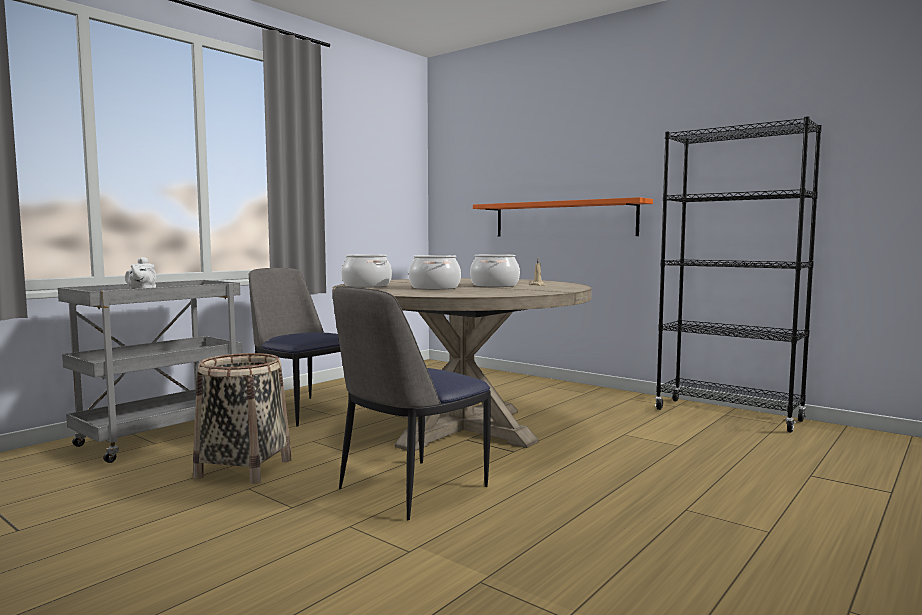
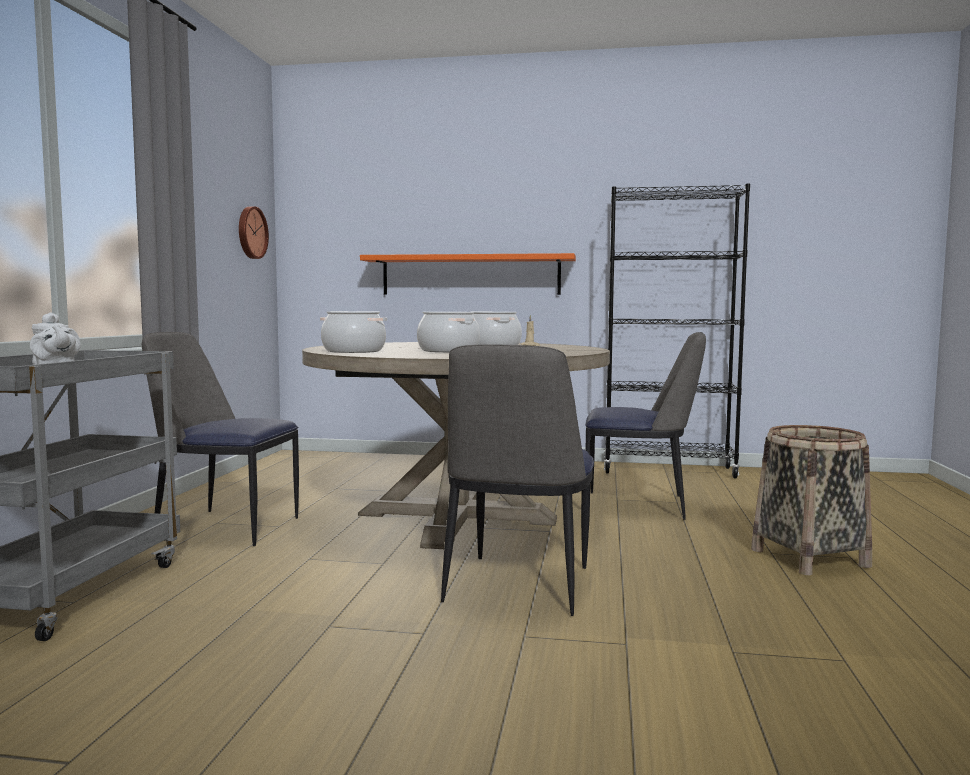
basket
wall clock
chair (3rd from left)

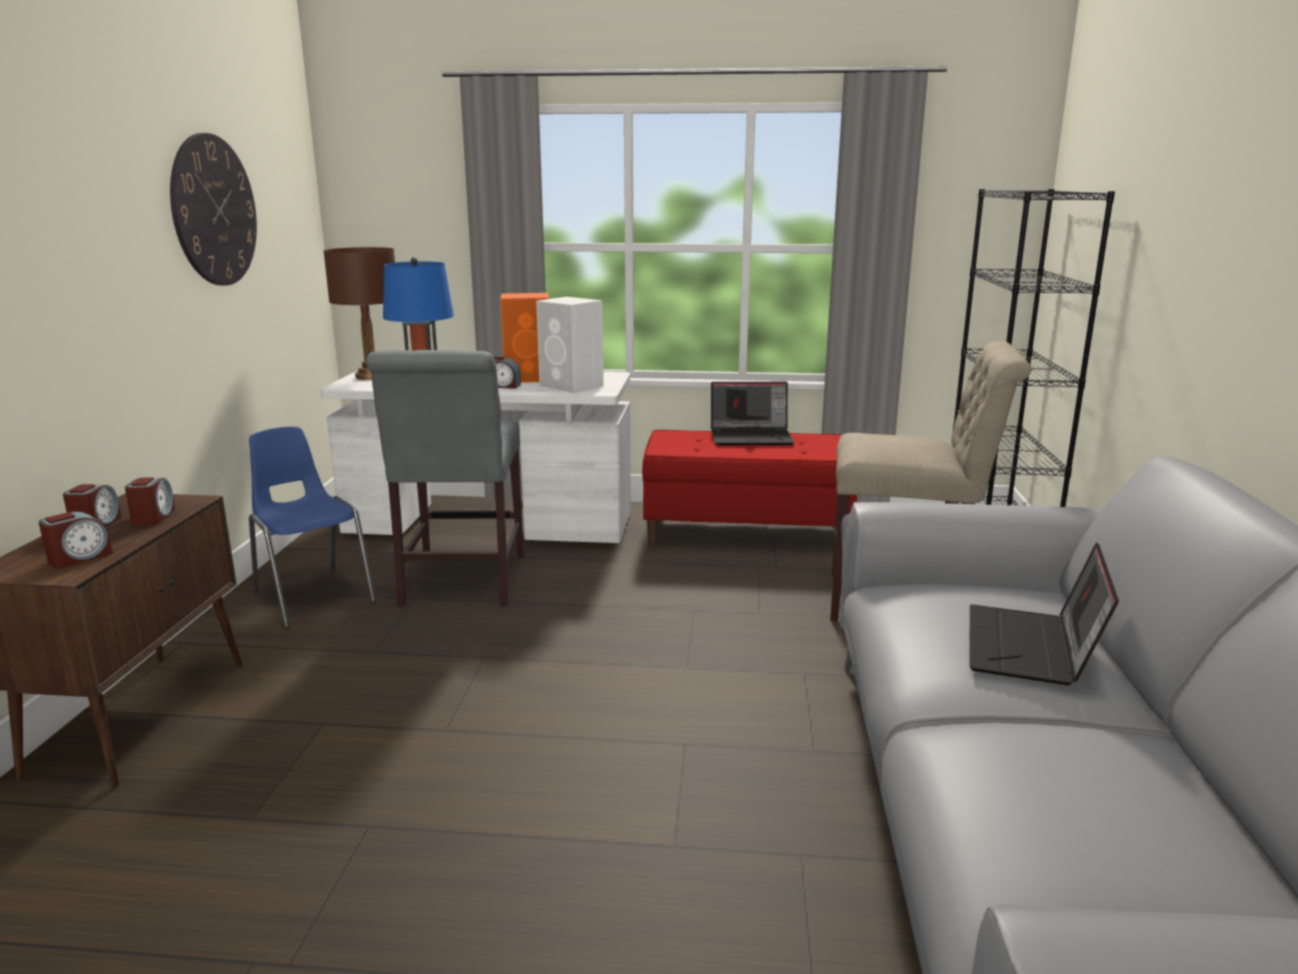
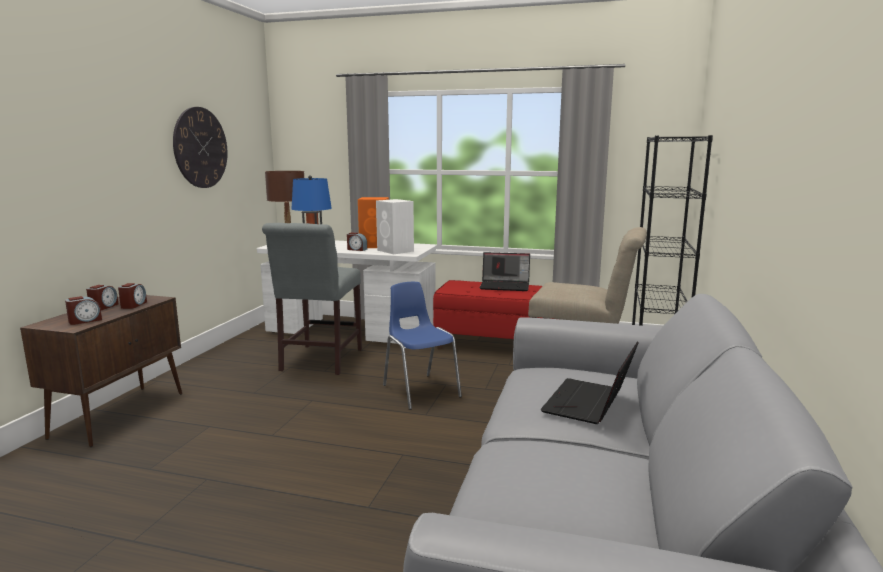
blue chair

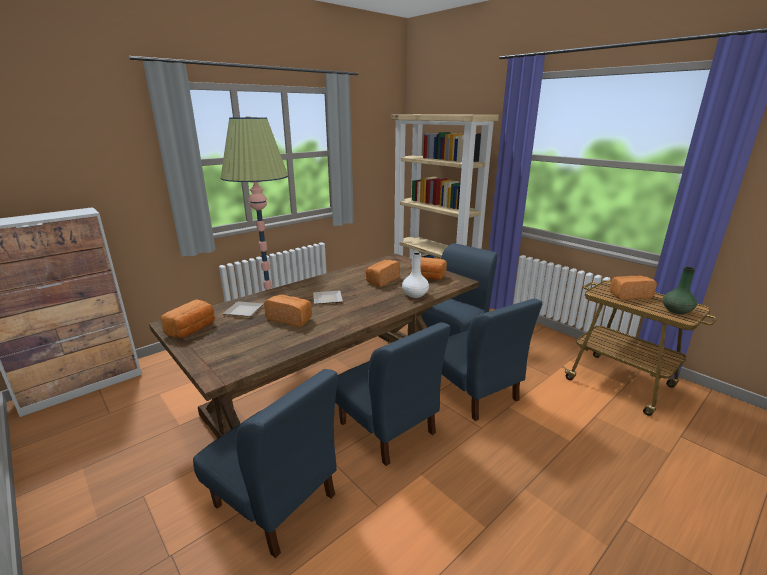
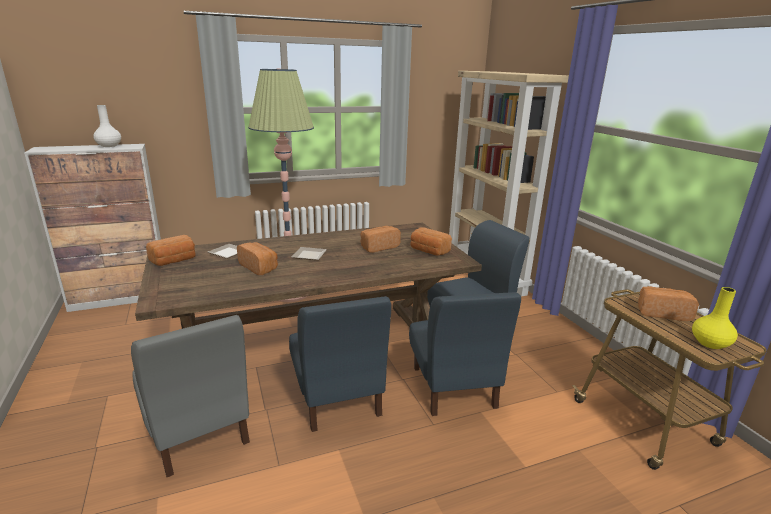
grey chair
white vase
yellow vase

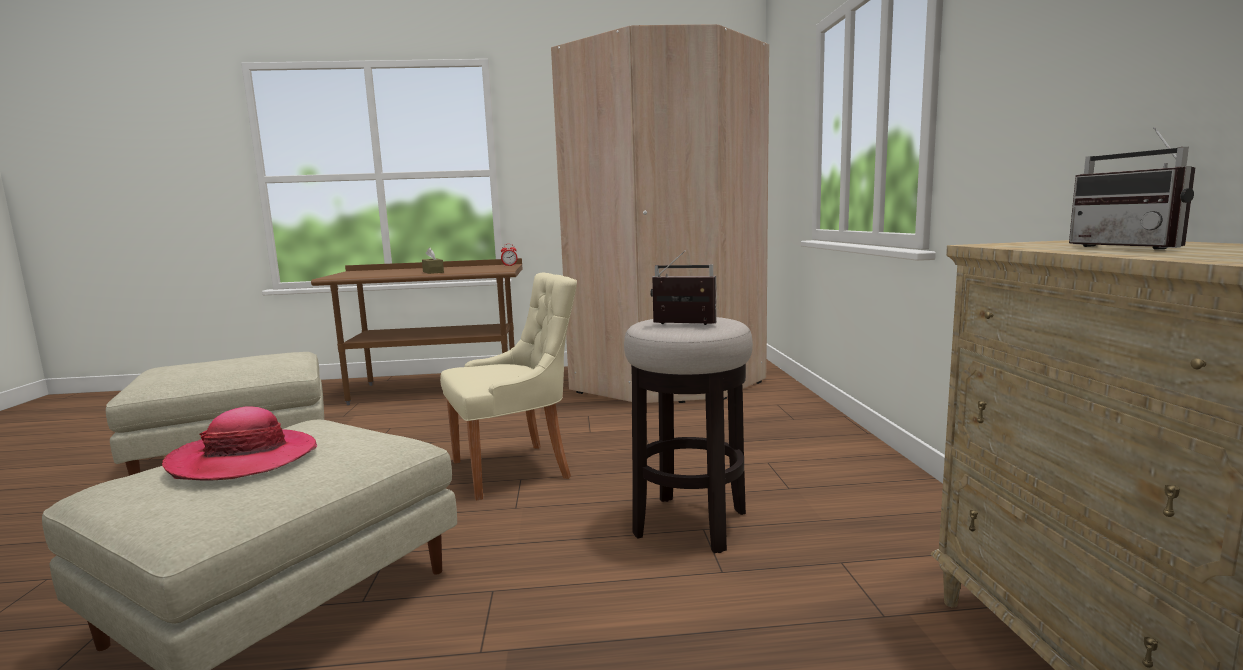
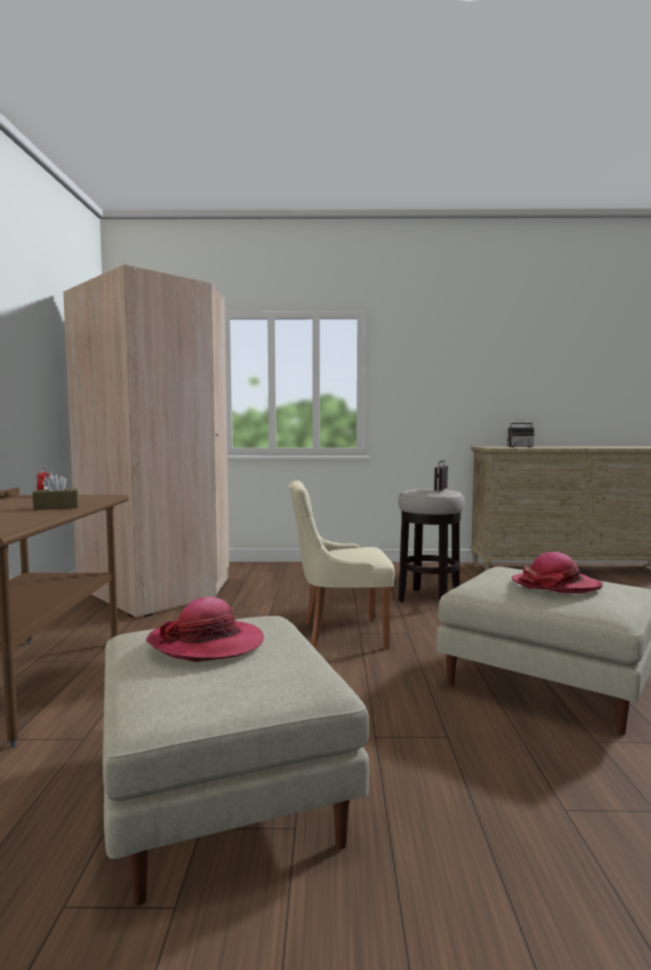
beige chair
hat (1st from left)

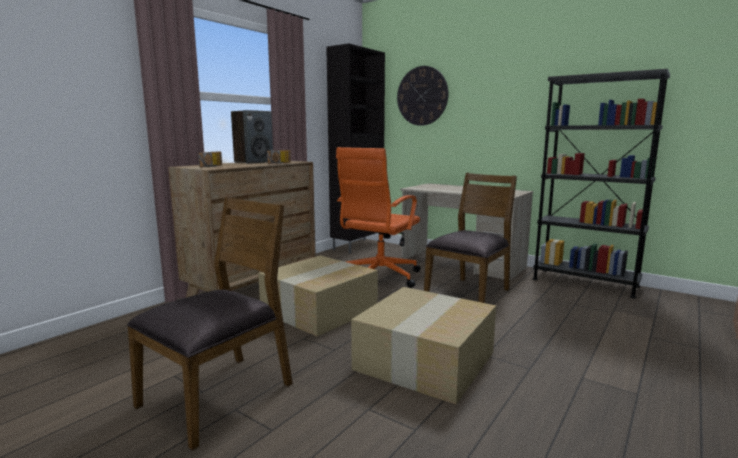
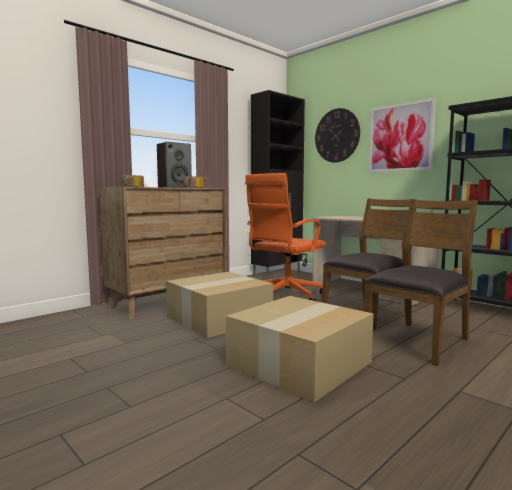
brown chair (2nd from left)
picture

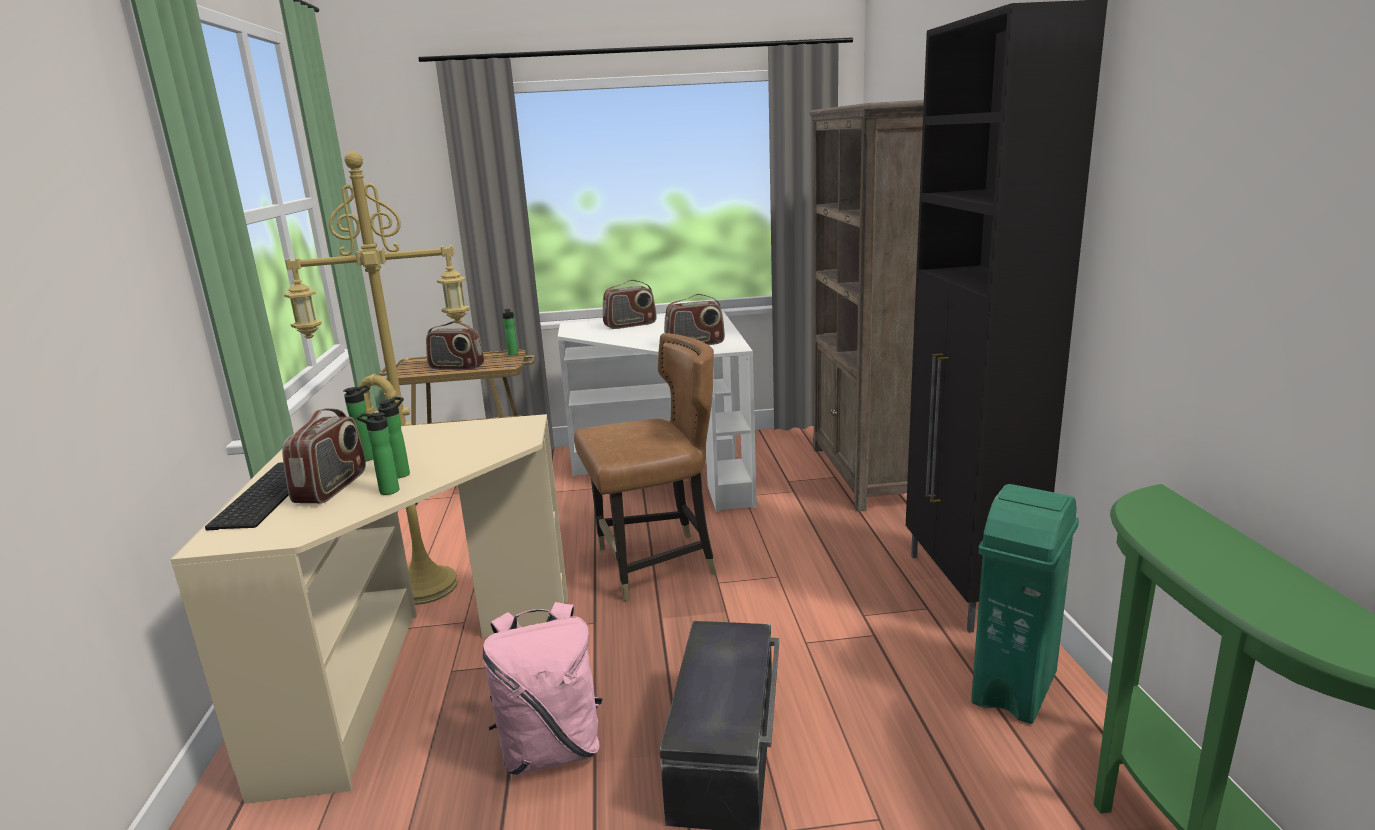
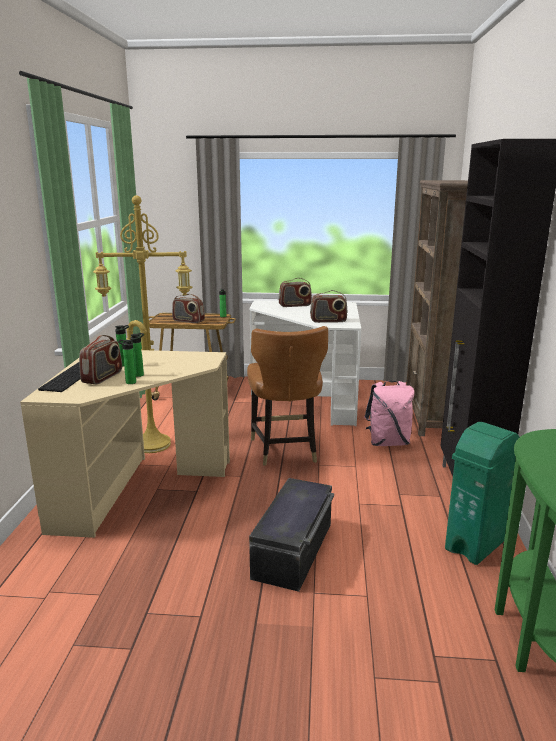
pink backpack
brown chair

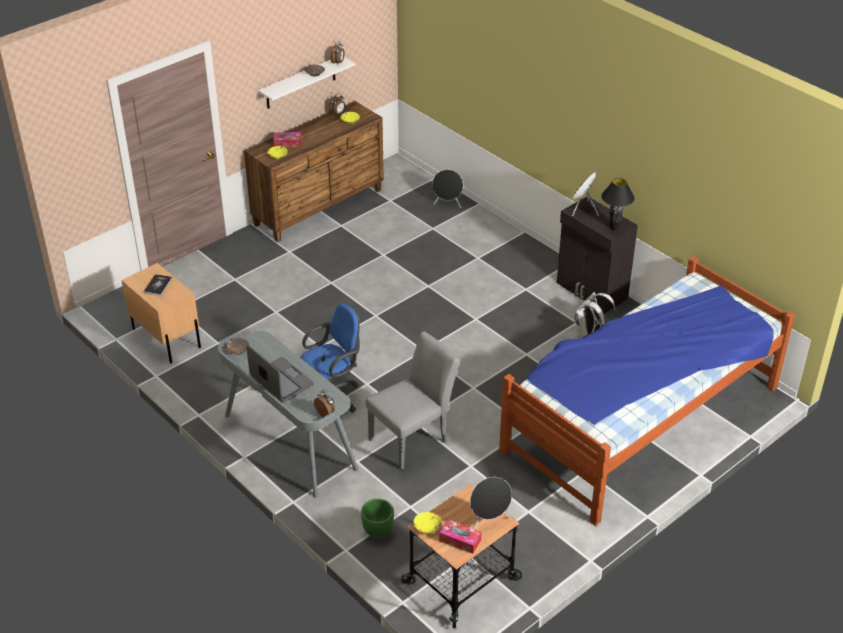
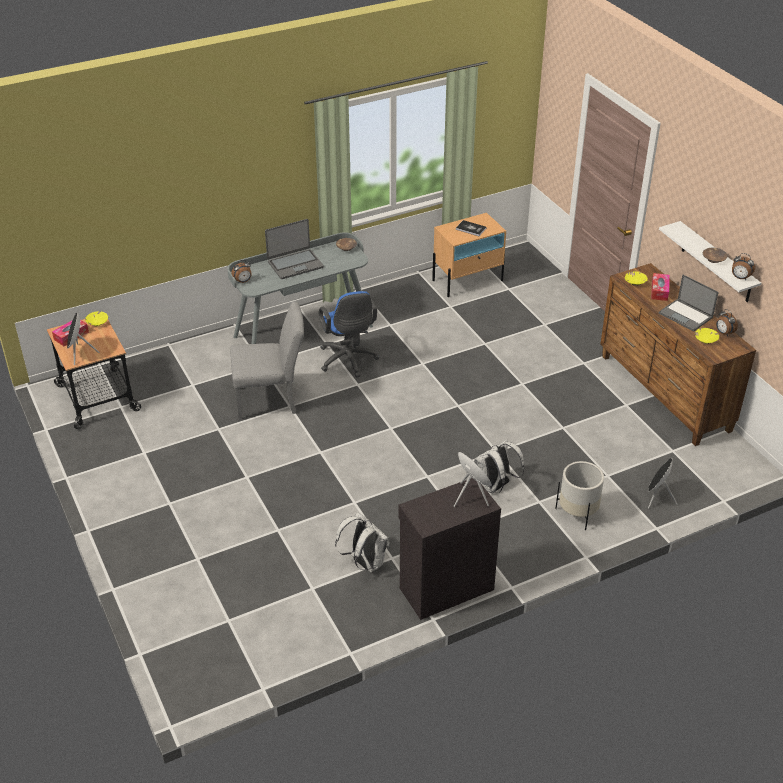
green planter
grey chair
bed
black table lamp
white backpack (2nd from left)
white planter
laptop (2nd from left)

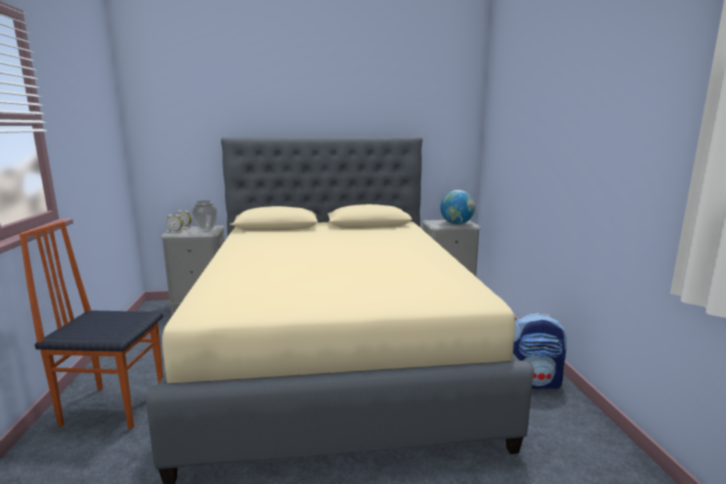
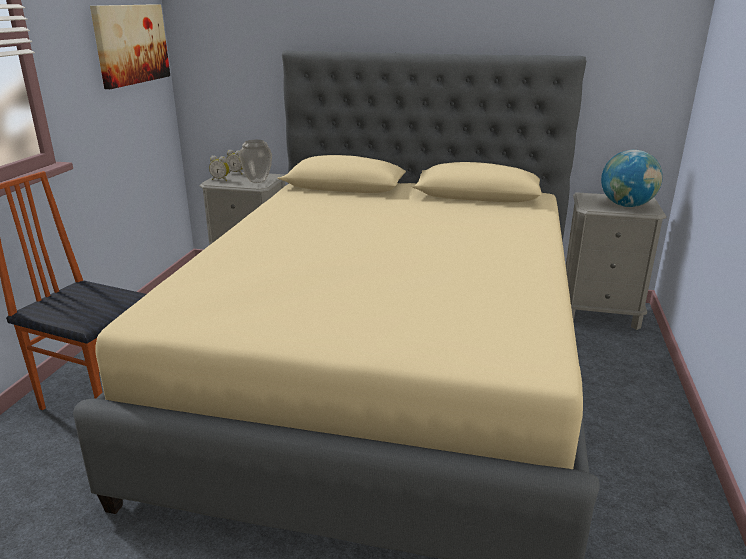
backpack
picture

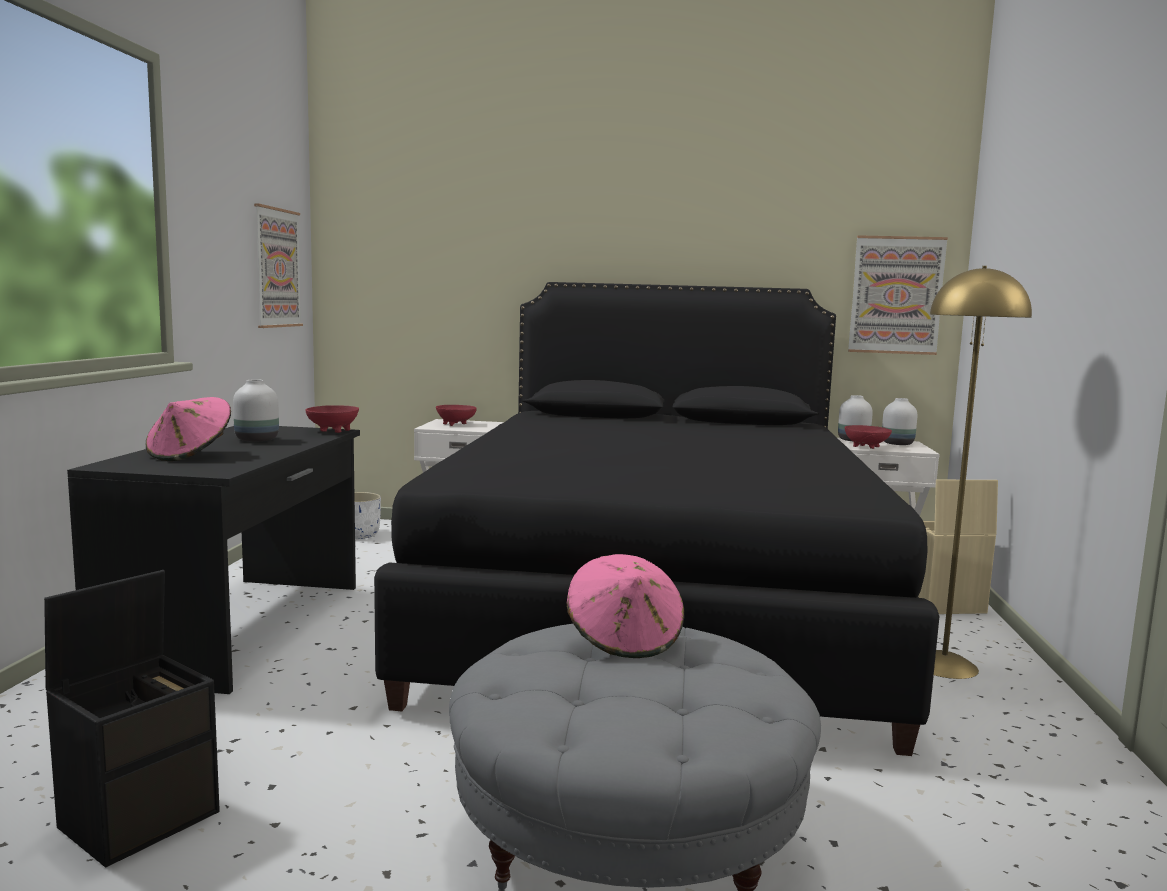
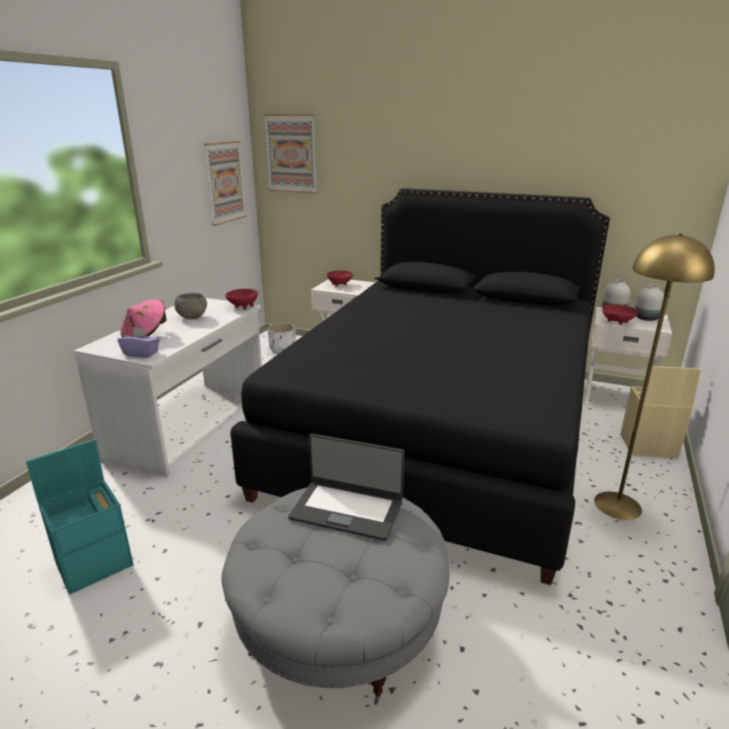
turquoise storage box
white desk
grey bowl
laptop
picture (2nd from left)
purple tissue box

